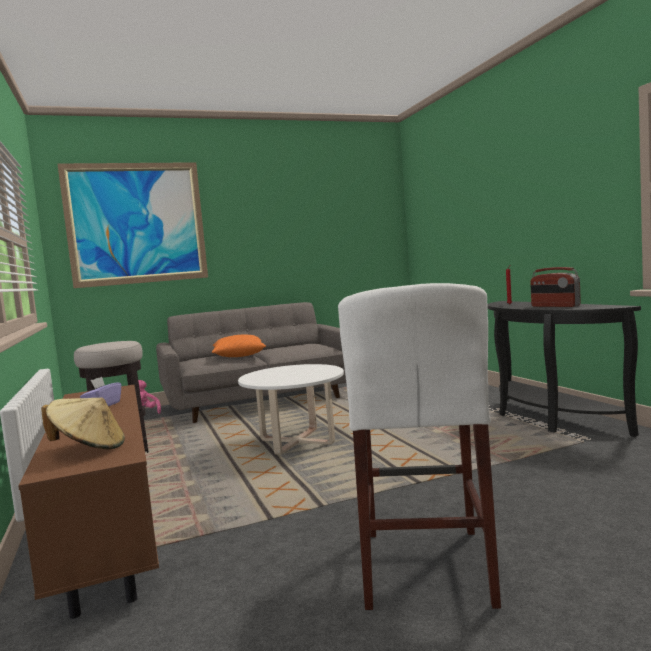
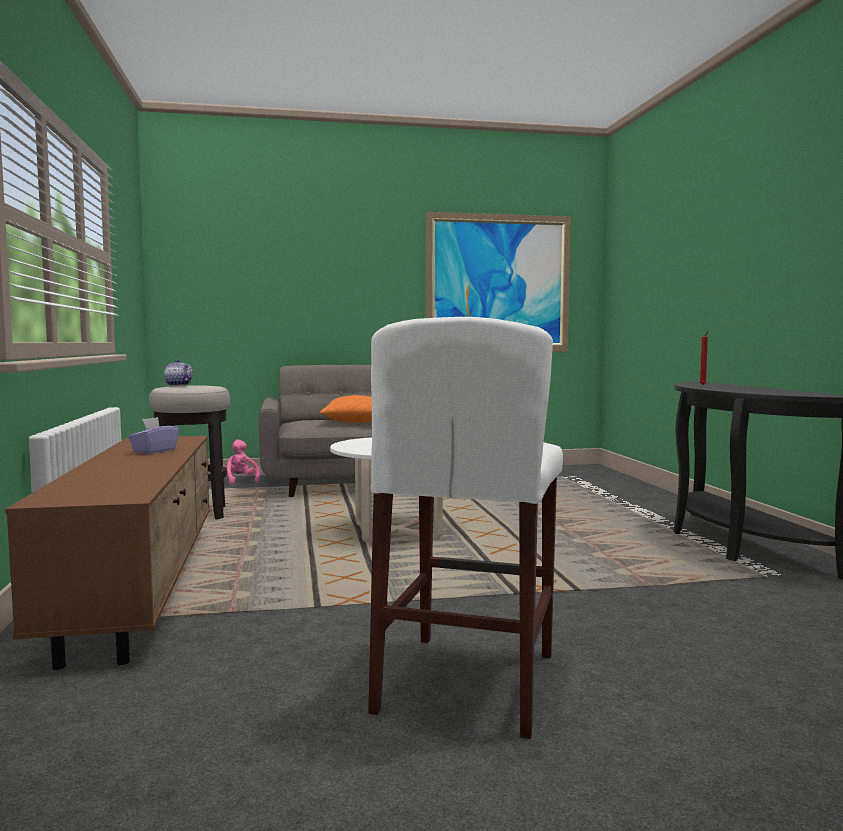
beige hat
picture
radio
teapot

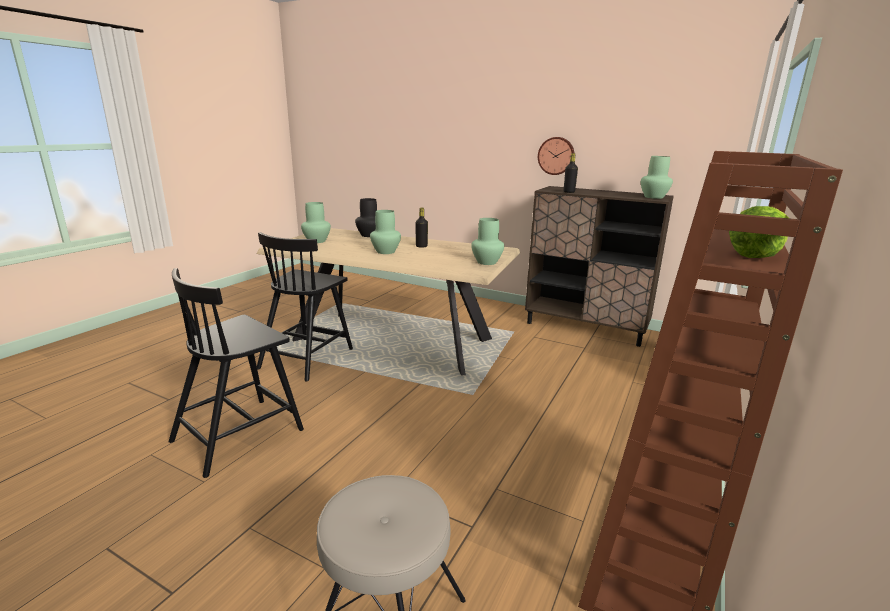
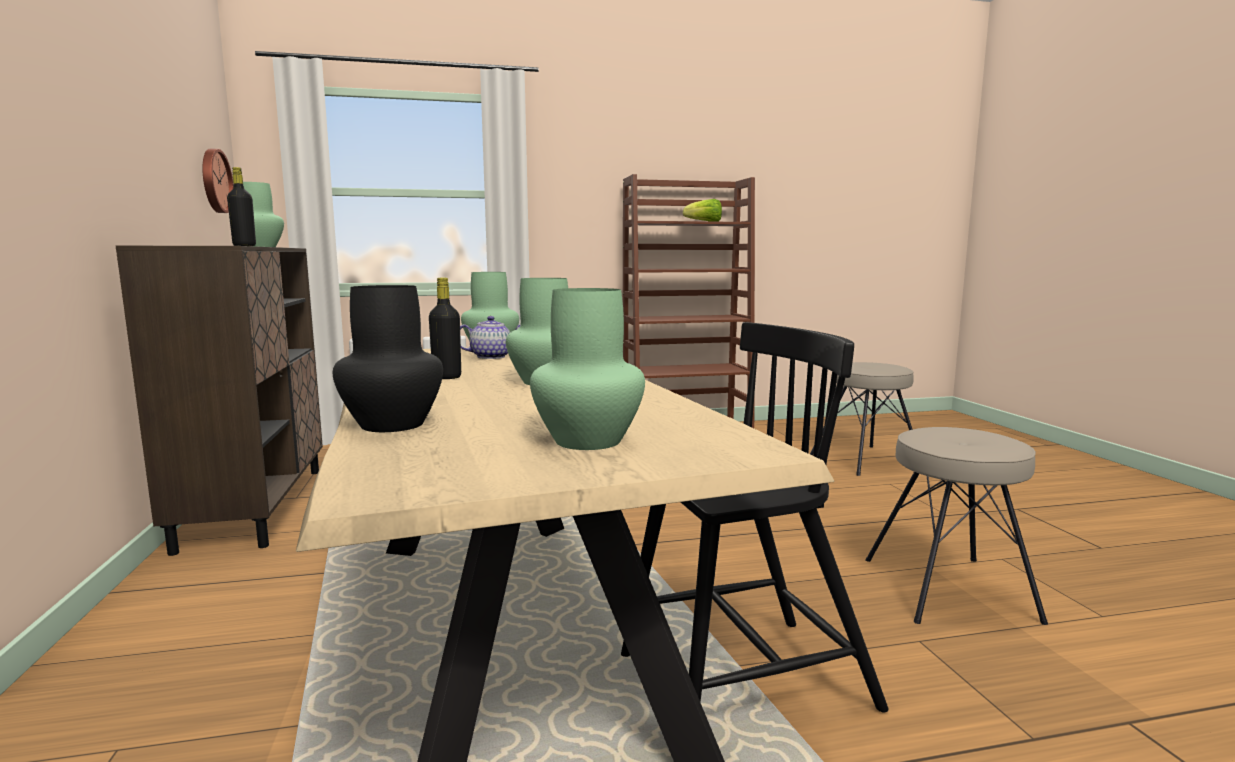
beige stool (2nd from left)
wall clock
teapot

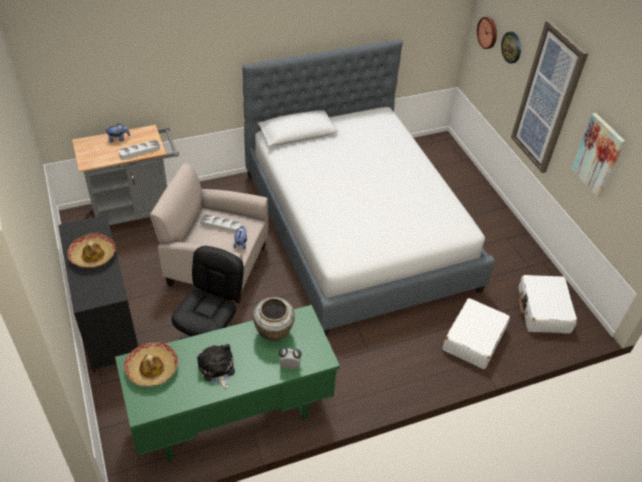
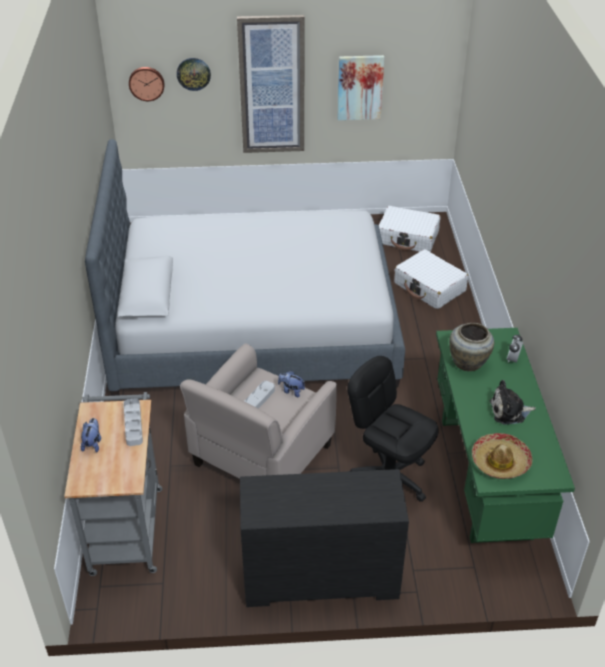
hat (1st from left in the first image)

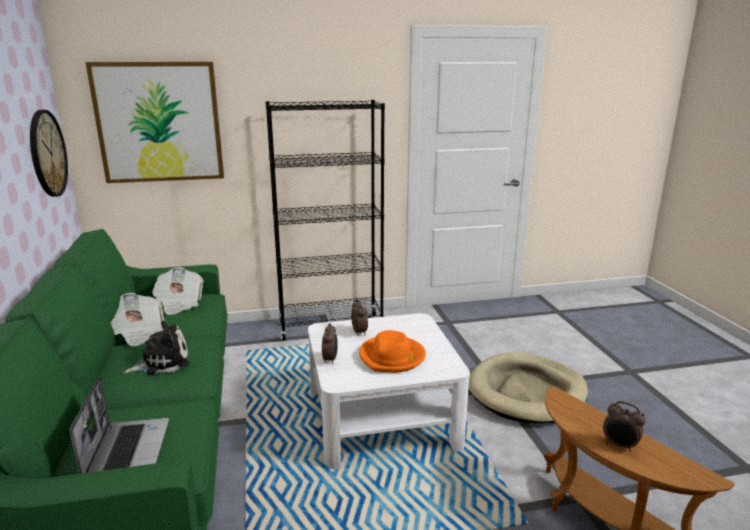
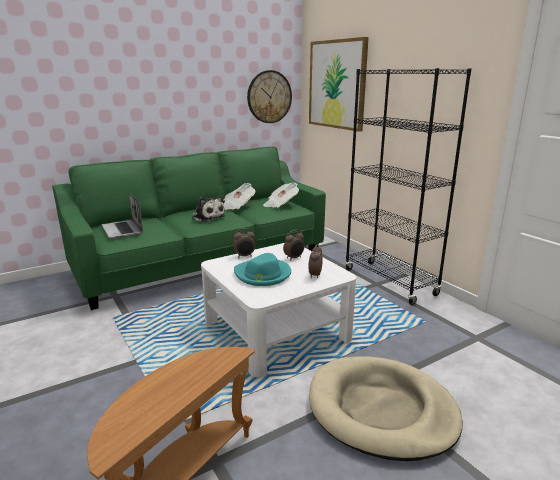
laptop
turquoise hat
alarm clock (3rd from left)

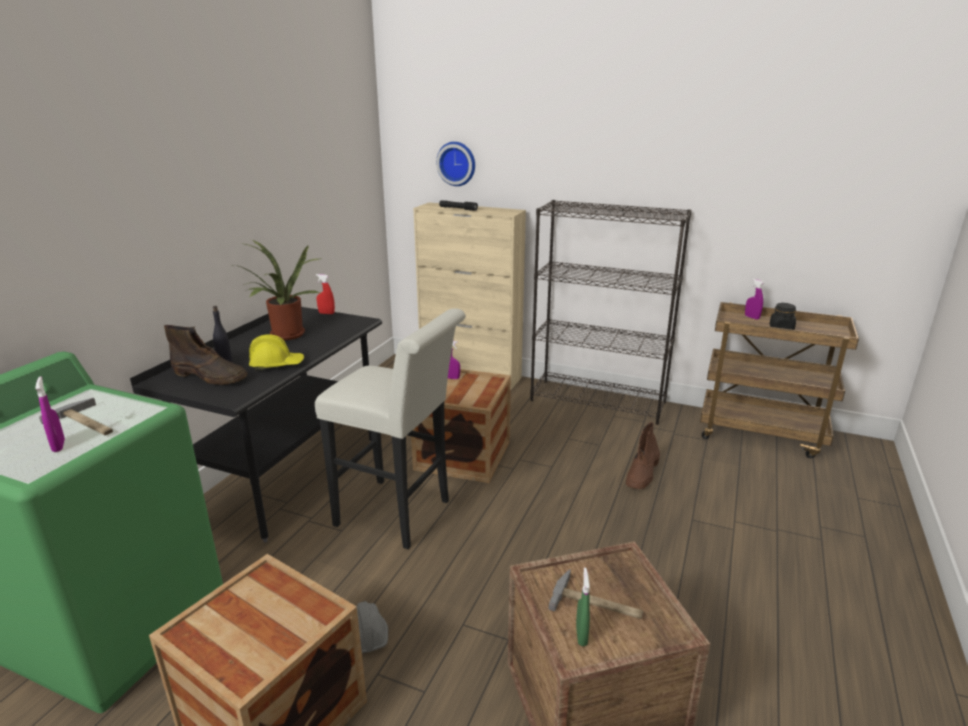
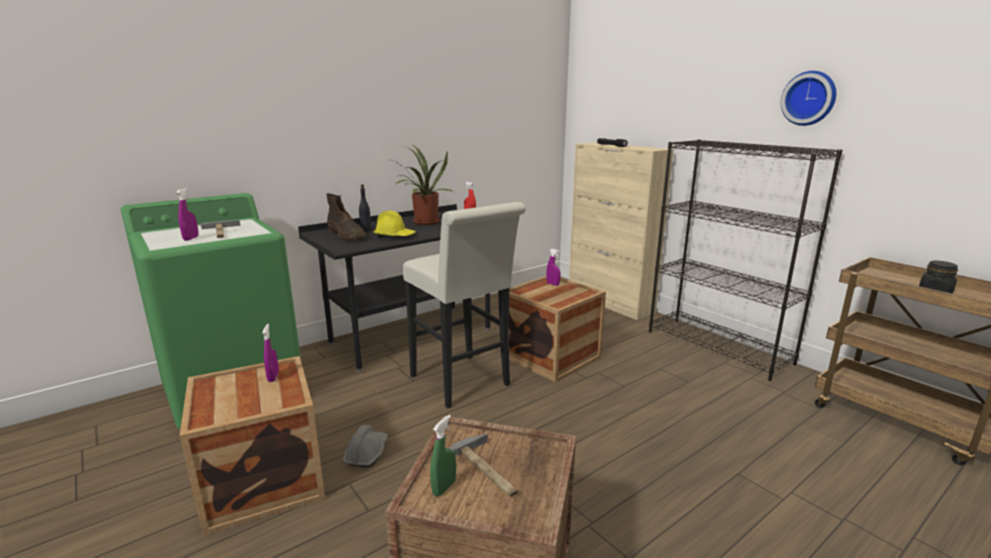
wall clock
brown boot (2nd from left in the first image)
purple spray bottle (2nd from left)

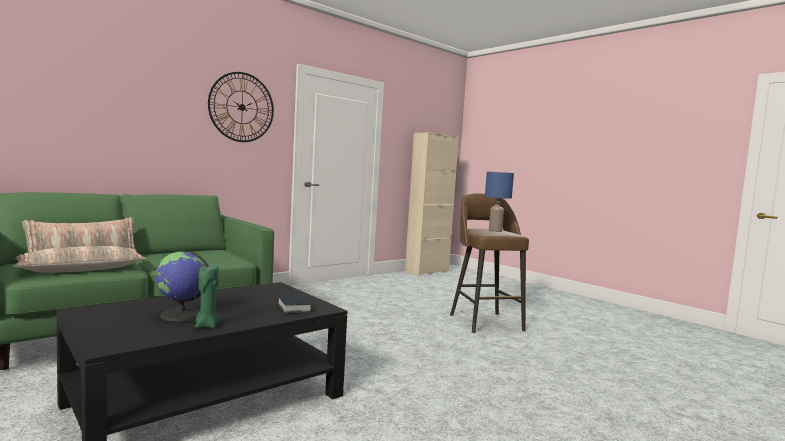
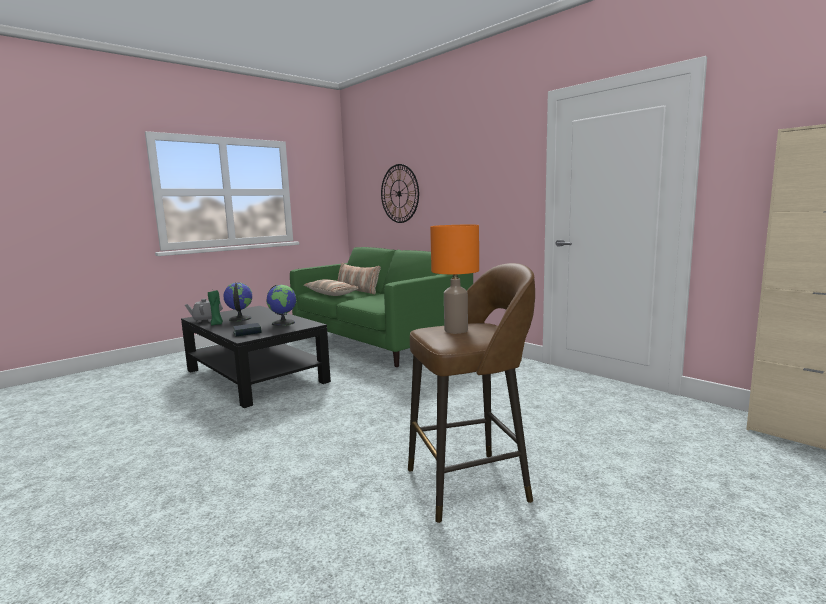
wall clock
orange table lamp
grey teapot
globe (2nd from left)

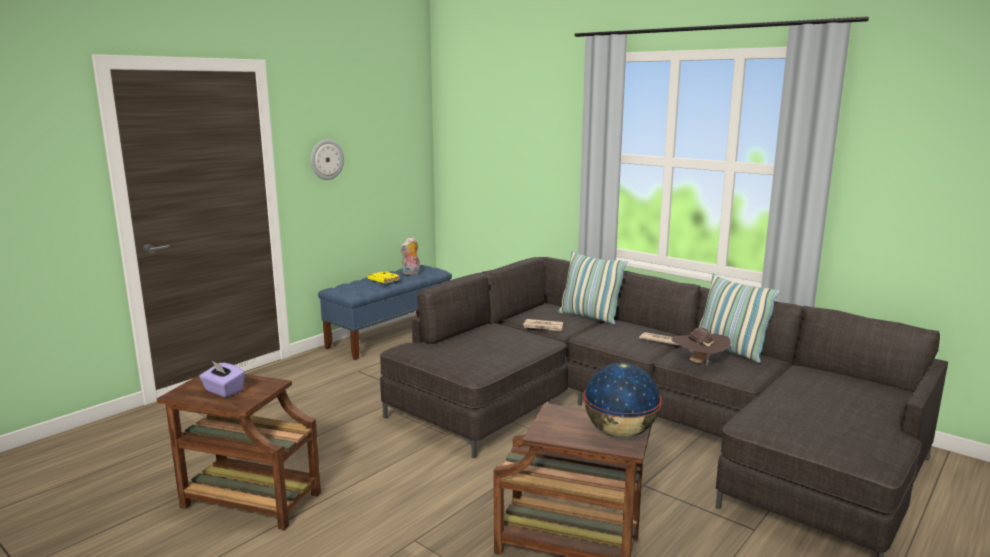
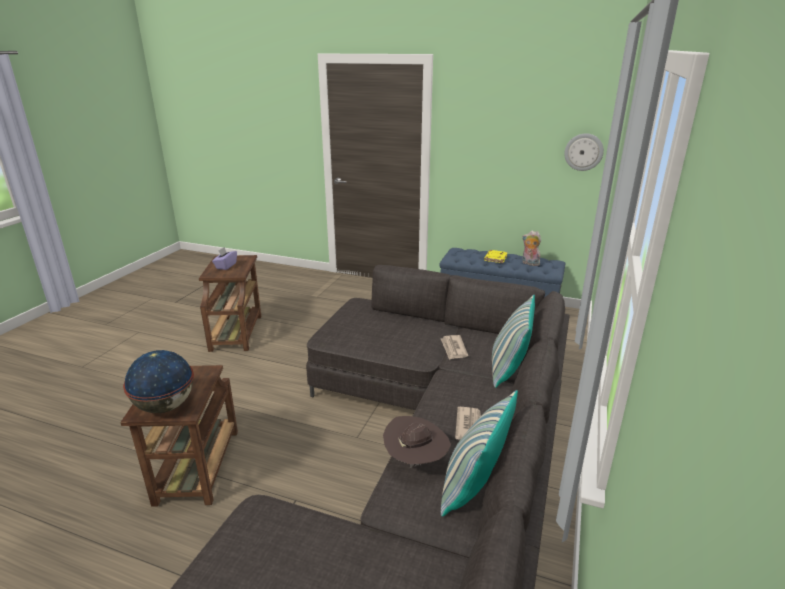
wall clock

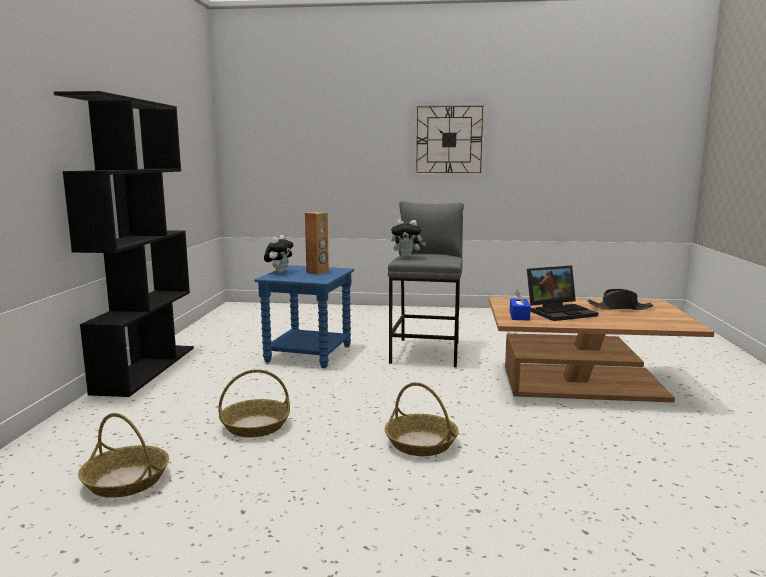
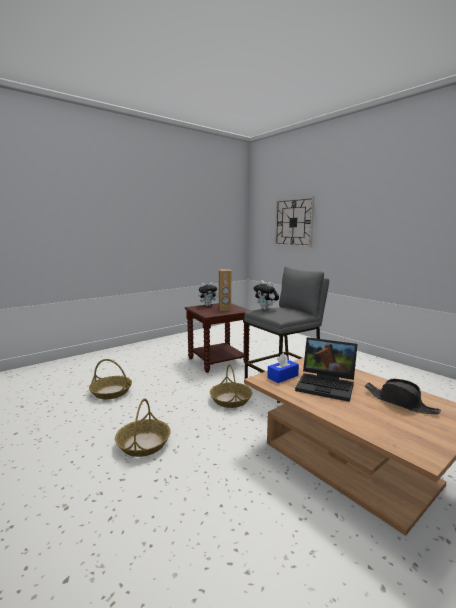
black bookcase
basket (3rd from left)
brown side table
wall clock

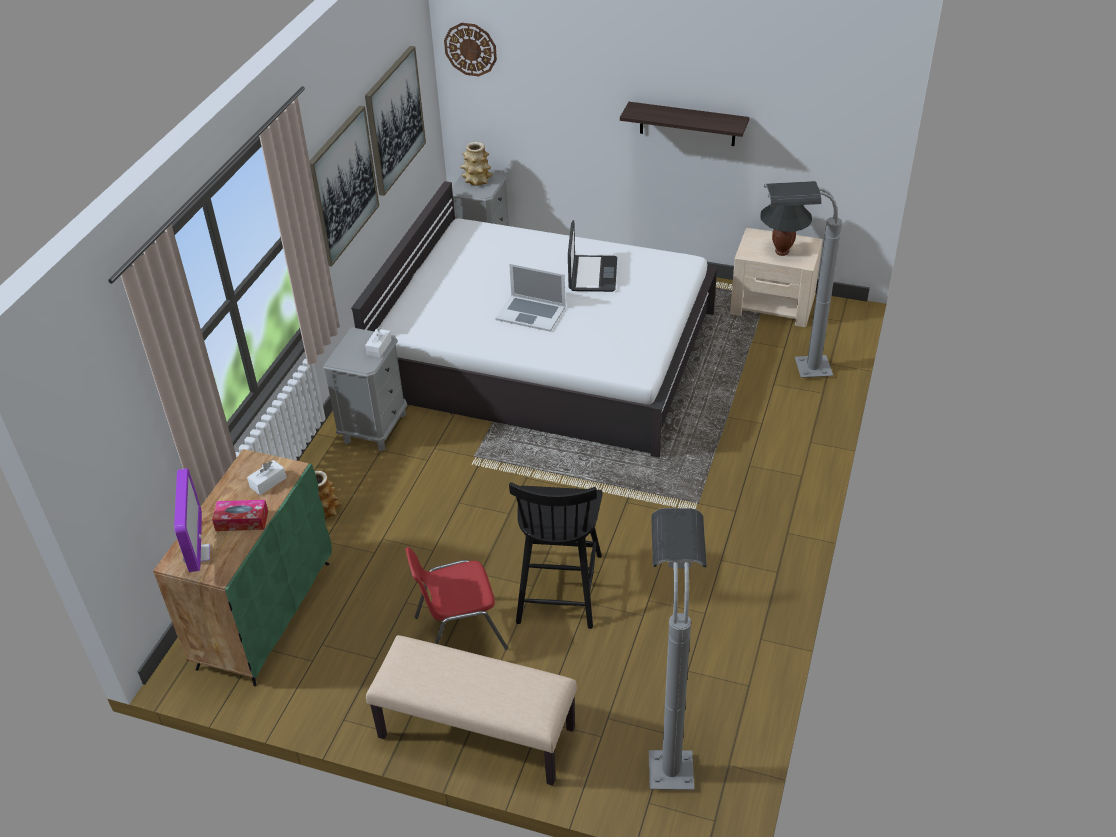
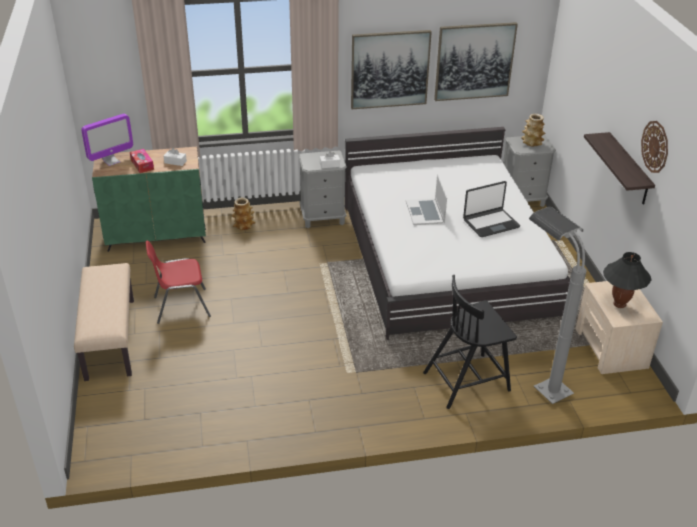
red chair
wall clock
black chair
grey floor lamp (1st from left in the first image)

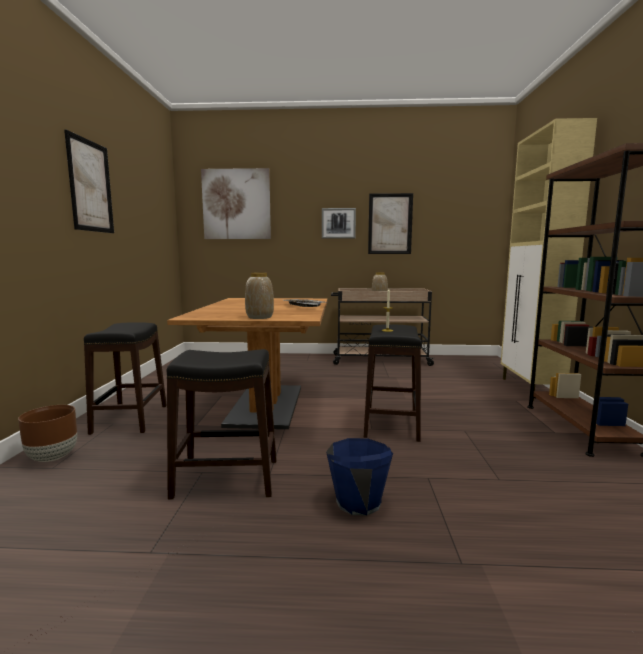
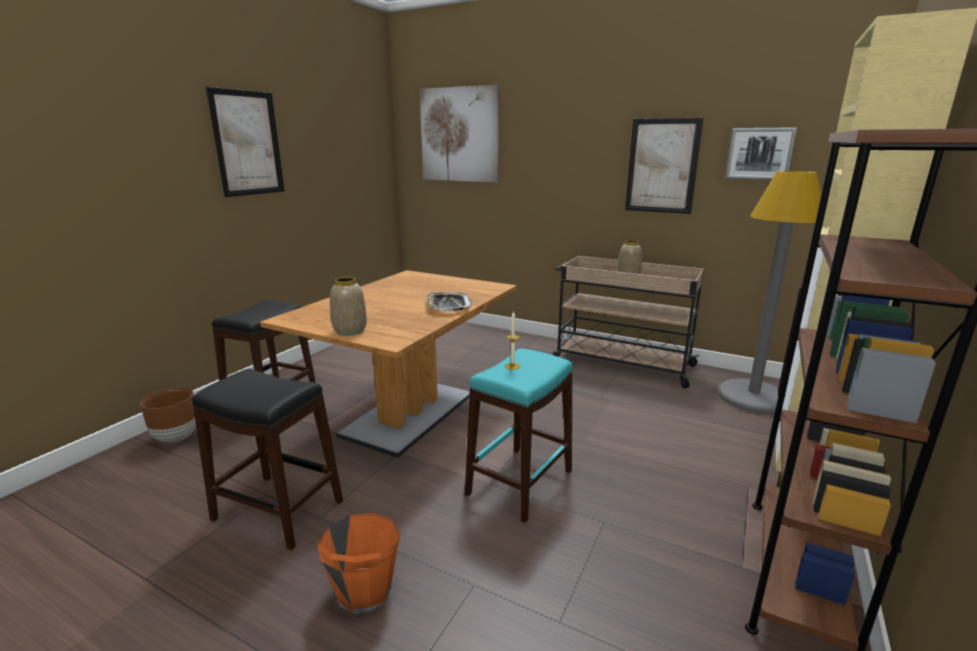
picture (4th from left)
orange bucket
turquoise stool
grey floor lamp

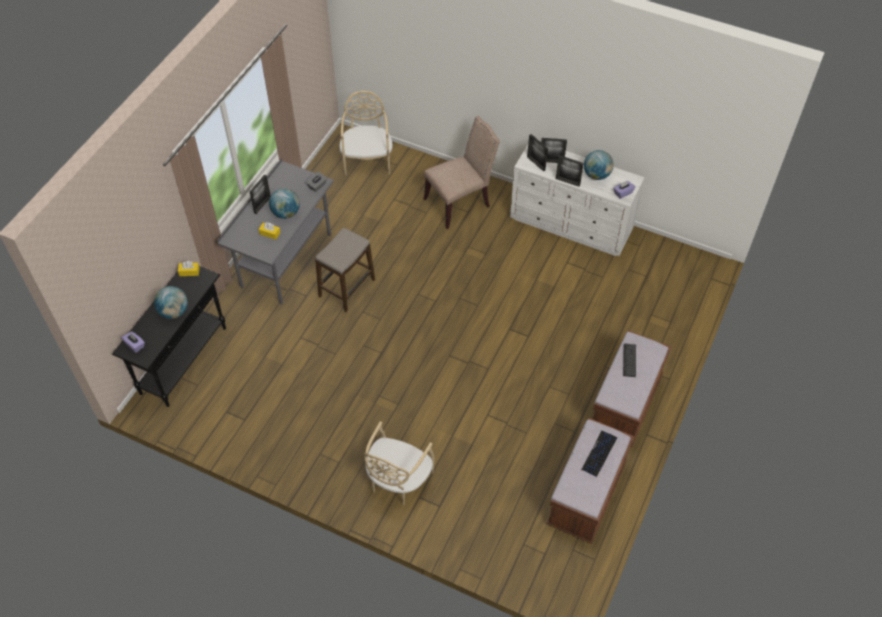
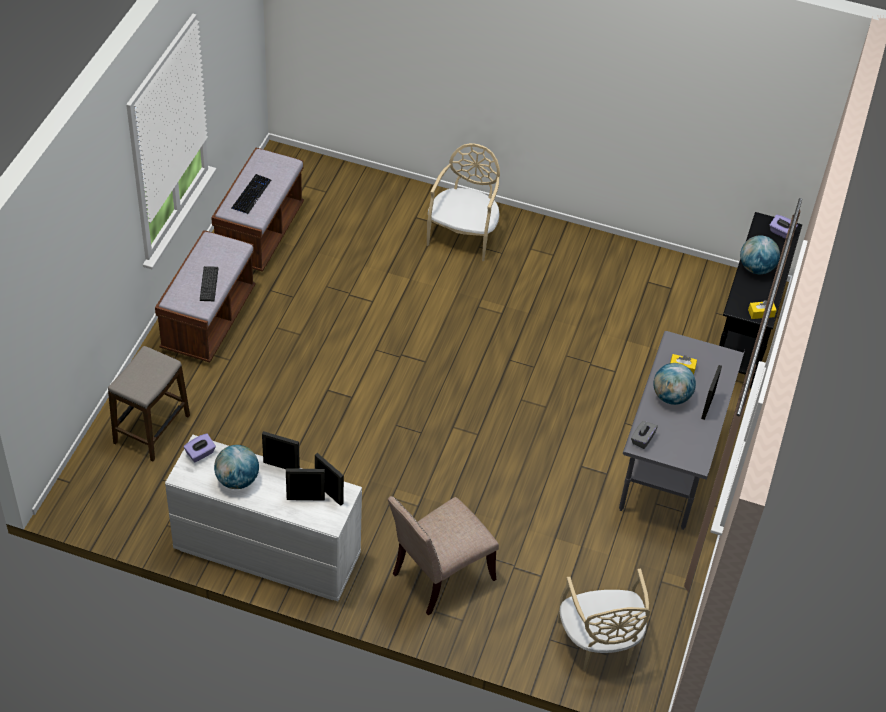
stool

